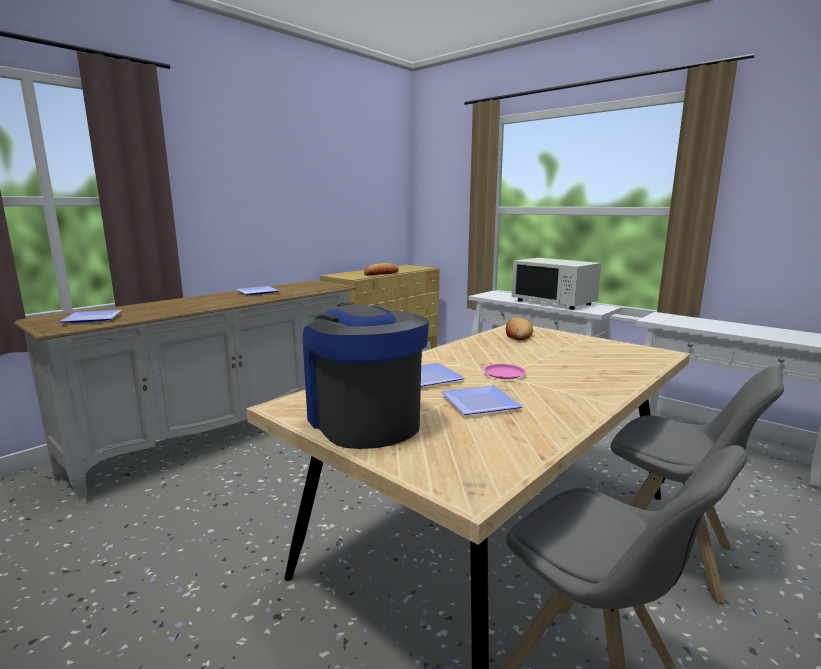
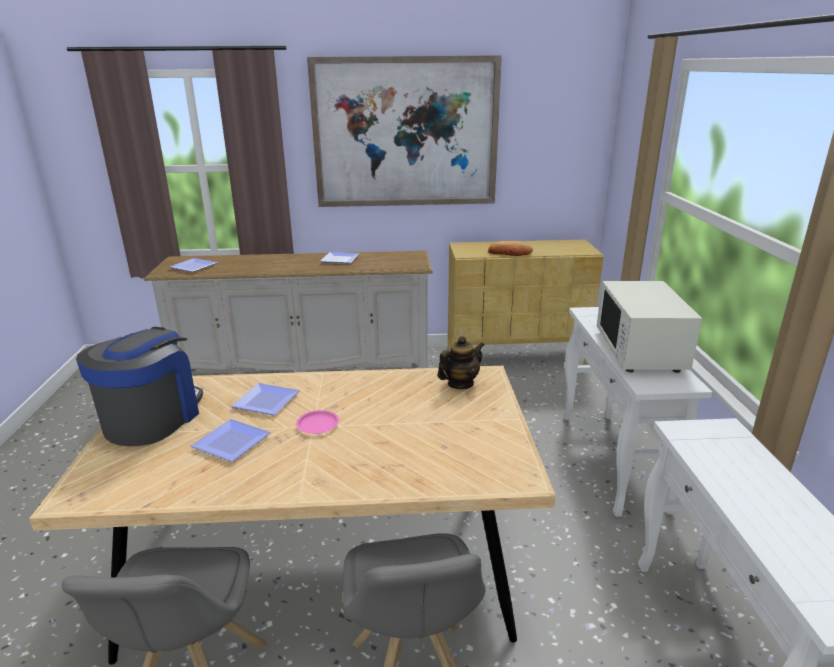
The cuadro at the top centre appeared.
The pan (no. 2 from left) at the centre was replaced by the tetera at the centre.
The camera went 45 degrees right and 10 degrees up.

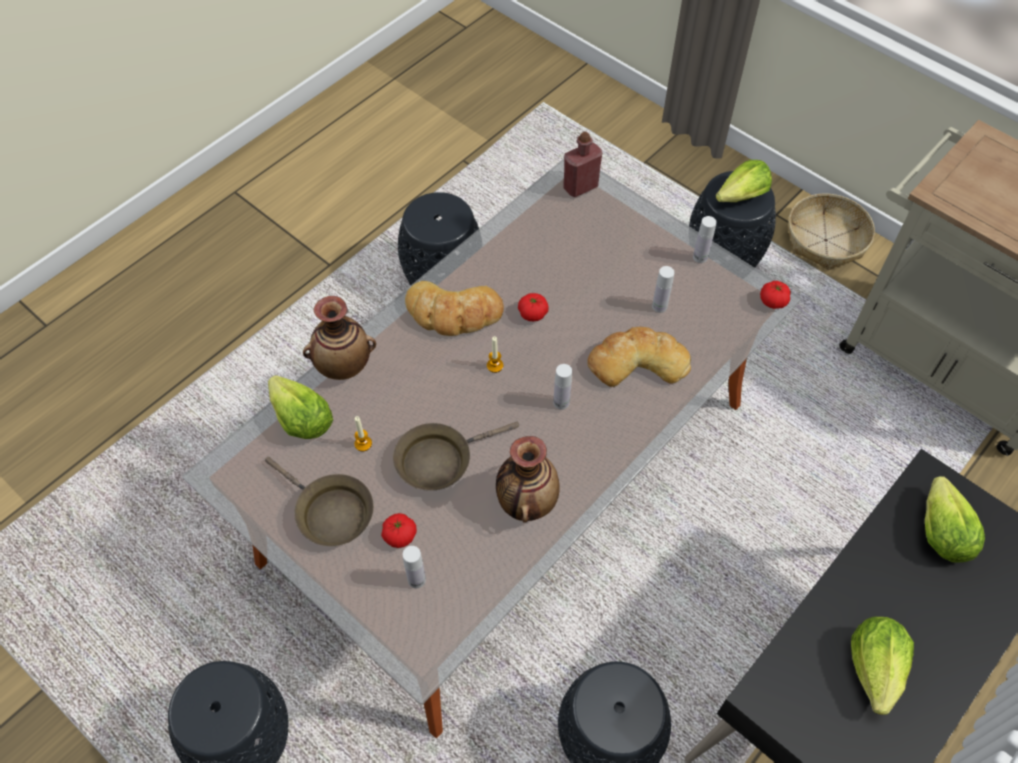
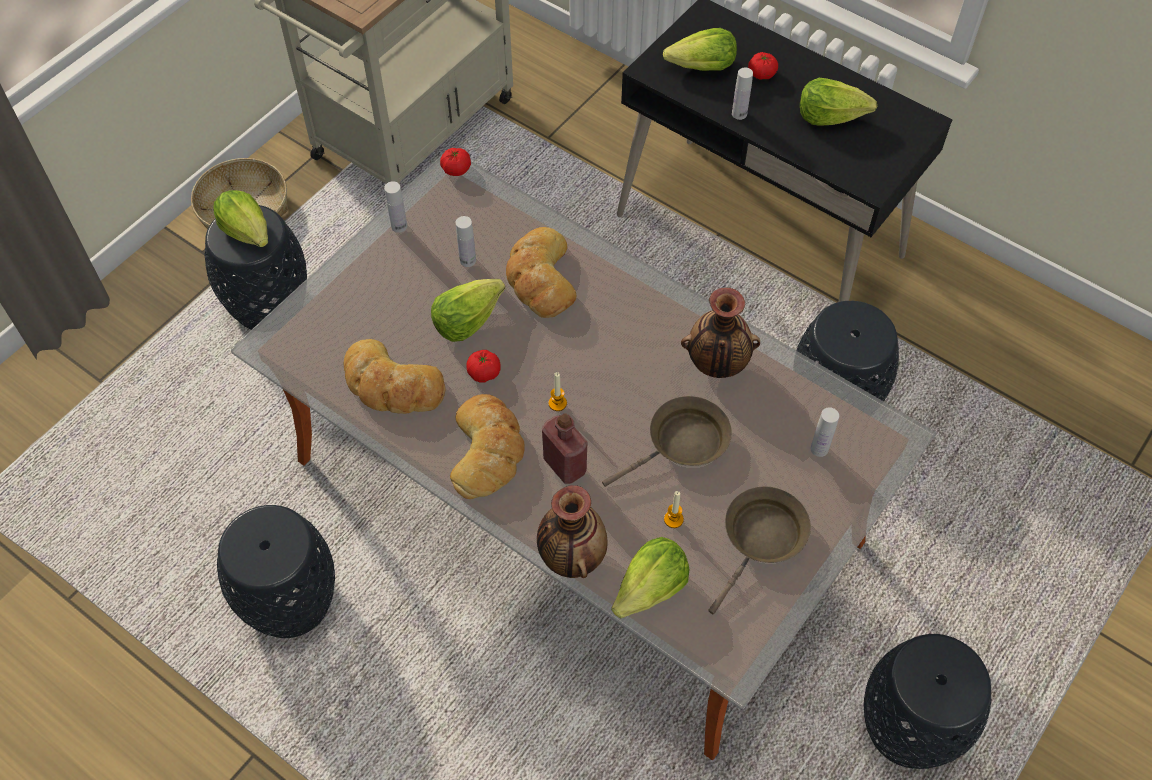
The pan (no. 1 from left) at the centre appeared.
The lechuga (no. 2 from left) at the centre appeared.
The botella [rojo] moved from the top centre to the centre.
The sartén [marrón] (no. 2 from left in the first image) at the centre turned 90 degrees counterclockwise.
The botella [blanco] (no. 2 from left in the first image) moved from the centre to the top centre.
The tomate (no. 1 from left in the first image) moved from the bottom centre to the top centre.
The camera went 95 degrees left and 0 degrees up.

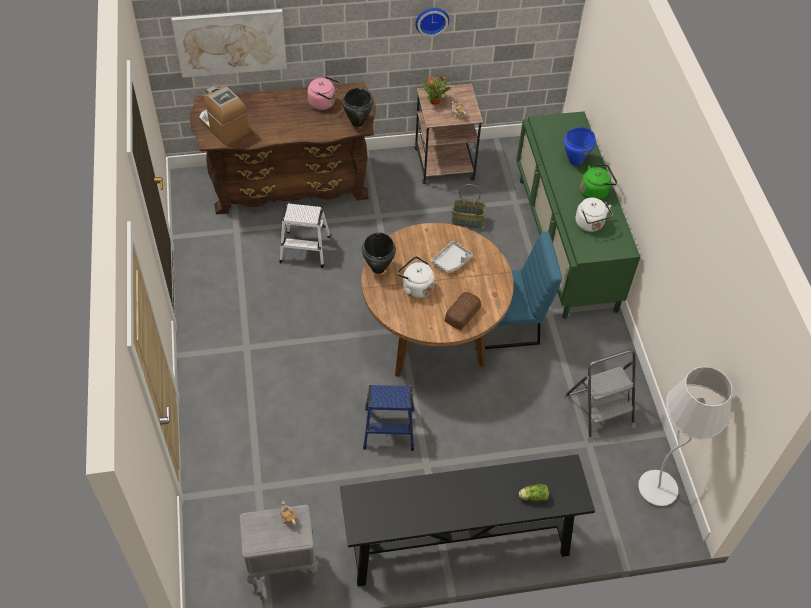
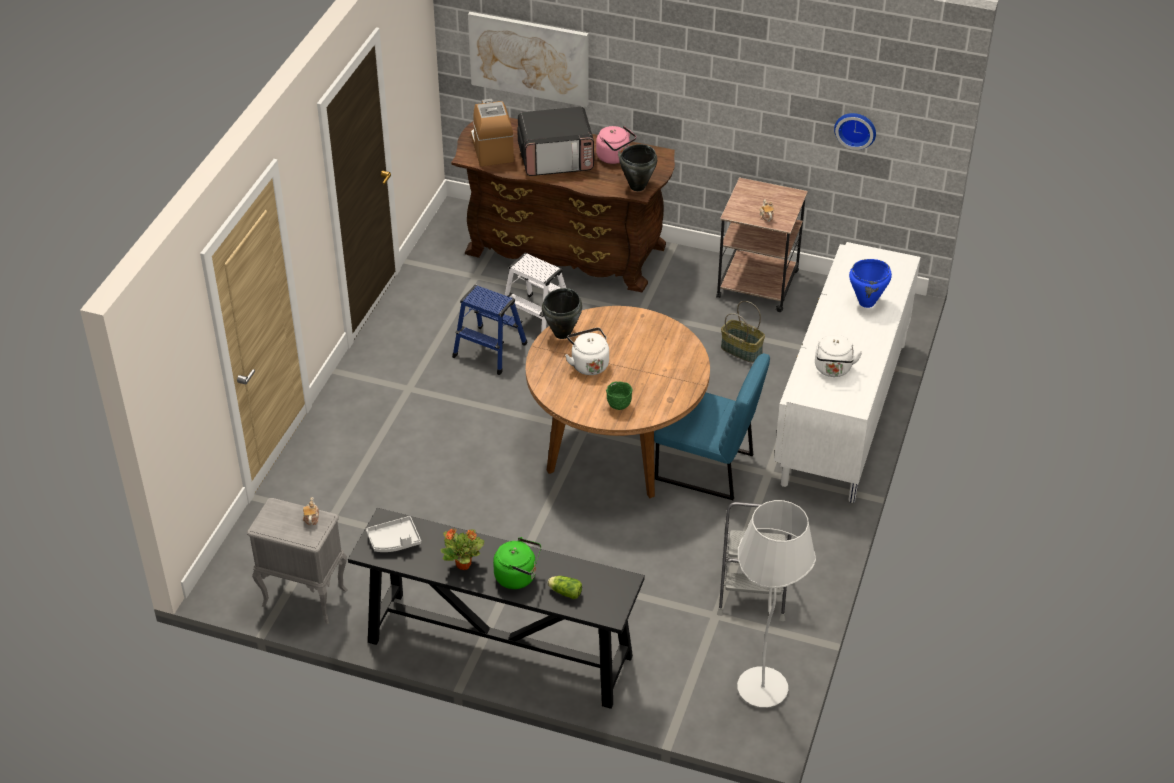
The bandeja [gris] moved from the centre to the bottom centre.
The planta en maceta moved from the top centre to the bottom centre.
The escalera de tijera [azul] moved from the bottom centre to the centre.
The hervidor [verde] moved from the top right to the bottom centre.
The microondas at the top centre appeared.
The pan at the centre was replaced by the cuenco [verde] at the centre.
The armario [verde] at the middle right became the armario [blanco] at the middle right.
The reloj de pared moved from the top centre to the top right.
The camera went 30 degrees right and 10 degrees down.

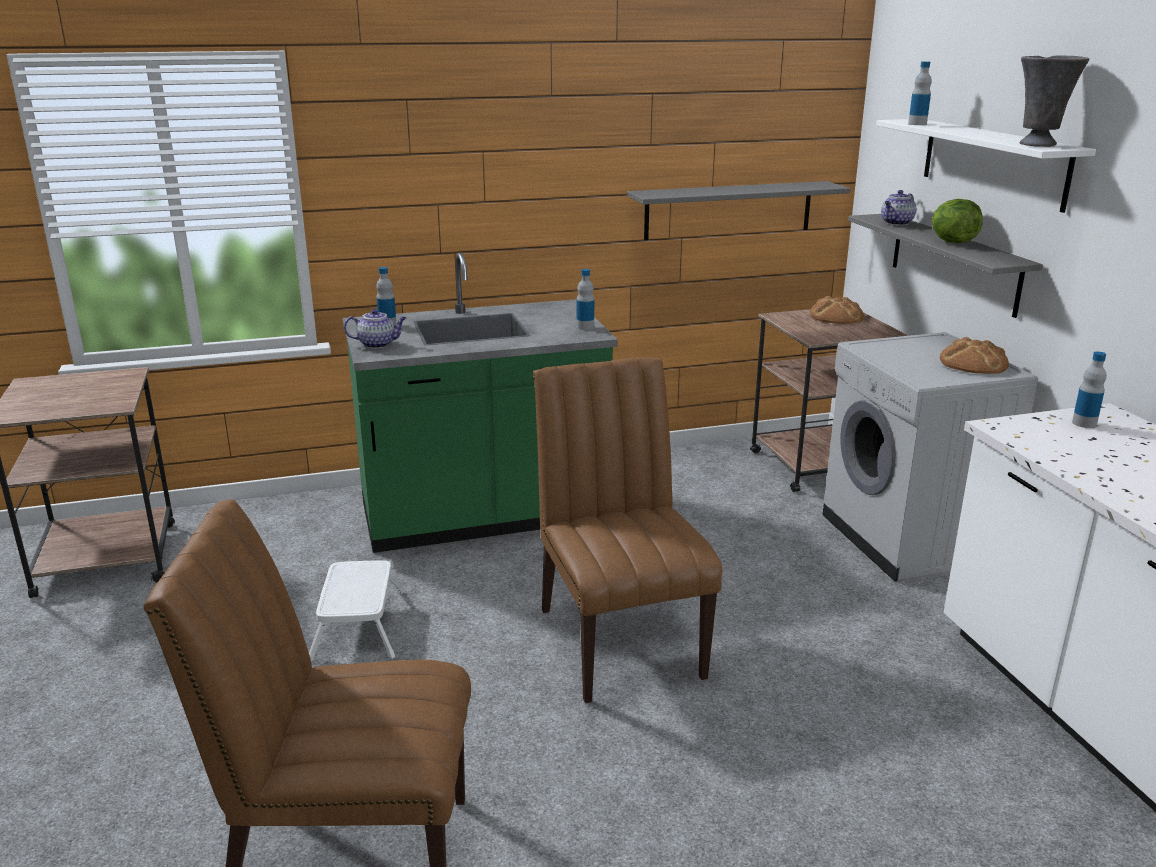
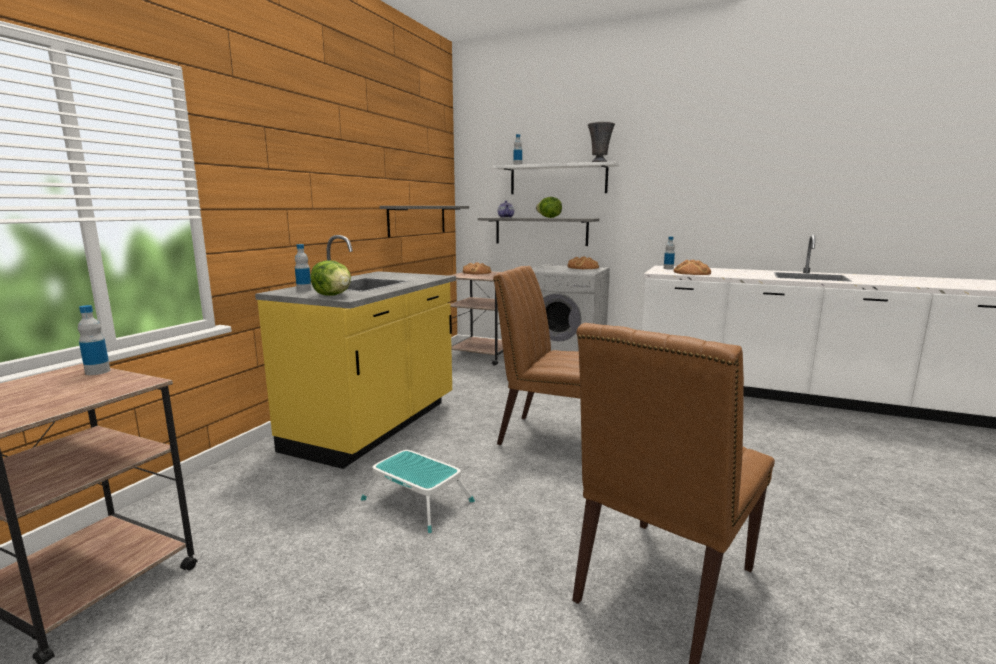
The botella (no. 2 from left in the first image) moved from the centre to the middle left.
The mueble bajo de cocina [verde] at the centre became the mueble bajo de cocina [amarillo] at the centre.
The tetera (no. 1 from left) at the middle left was replaced by the lechuga (no. 1 from left) at the middle left.
The escalera de tijera [blanco] at the bottom left became the escalera de tijera [turquesa] at the bottom centre.
The pan (no. 3 from left) at the middle right appeared.
The camera went 50 degrees left and 10 degrees down.

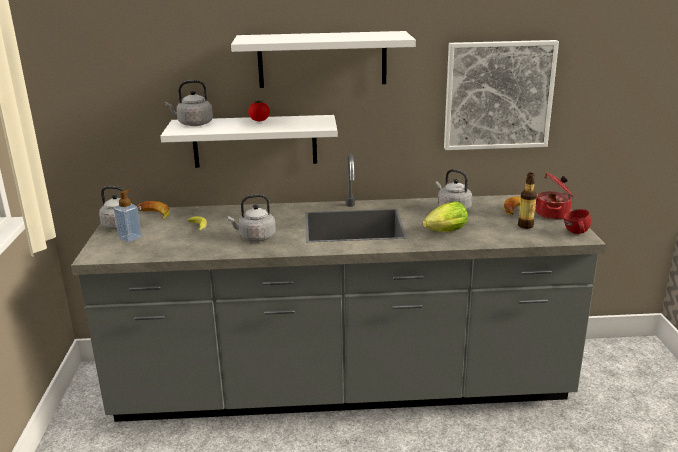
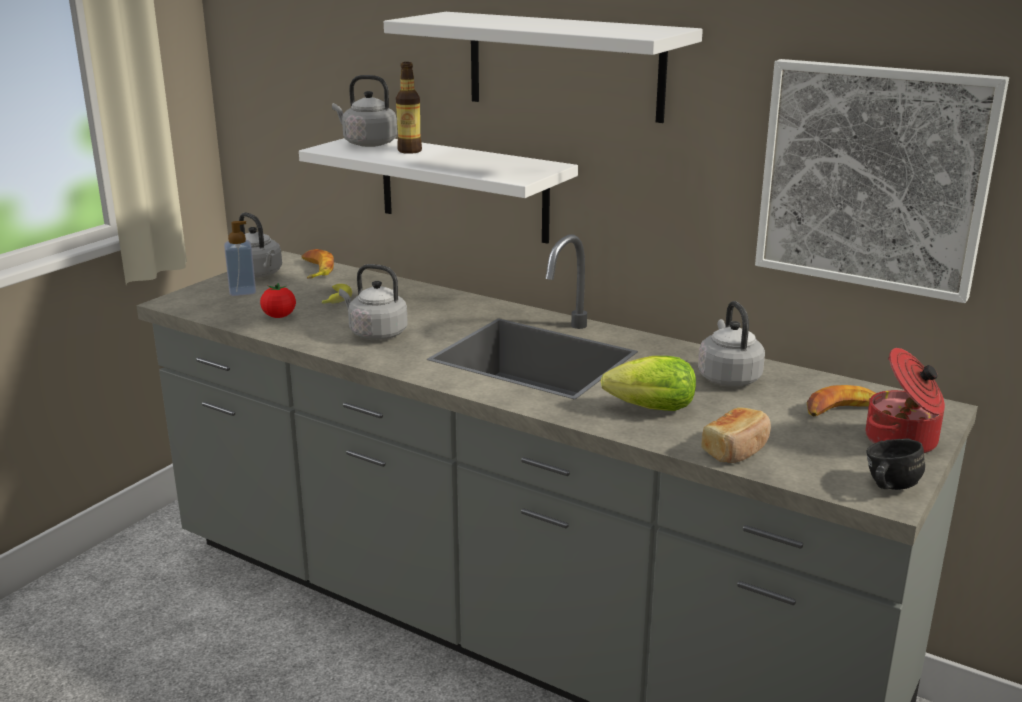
The tomate moved from the top centre to the middle left.
The botella moved from the middle right to the top centre.
The pan at the middle right appeared.
The taza grande [rojo] at the middle right became the taza grande [negro] at the middle right.
The camera went 35 degrees right and 0 degrees up.

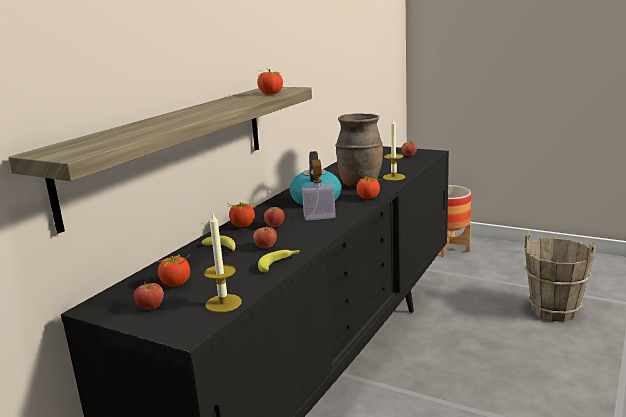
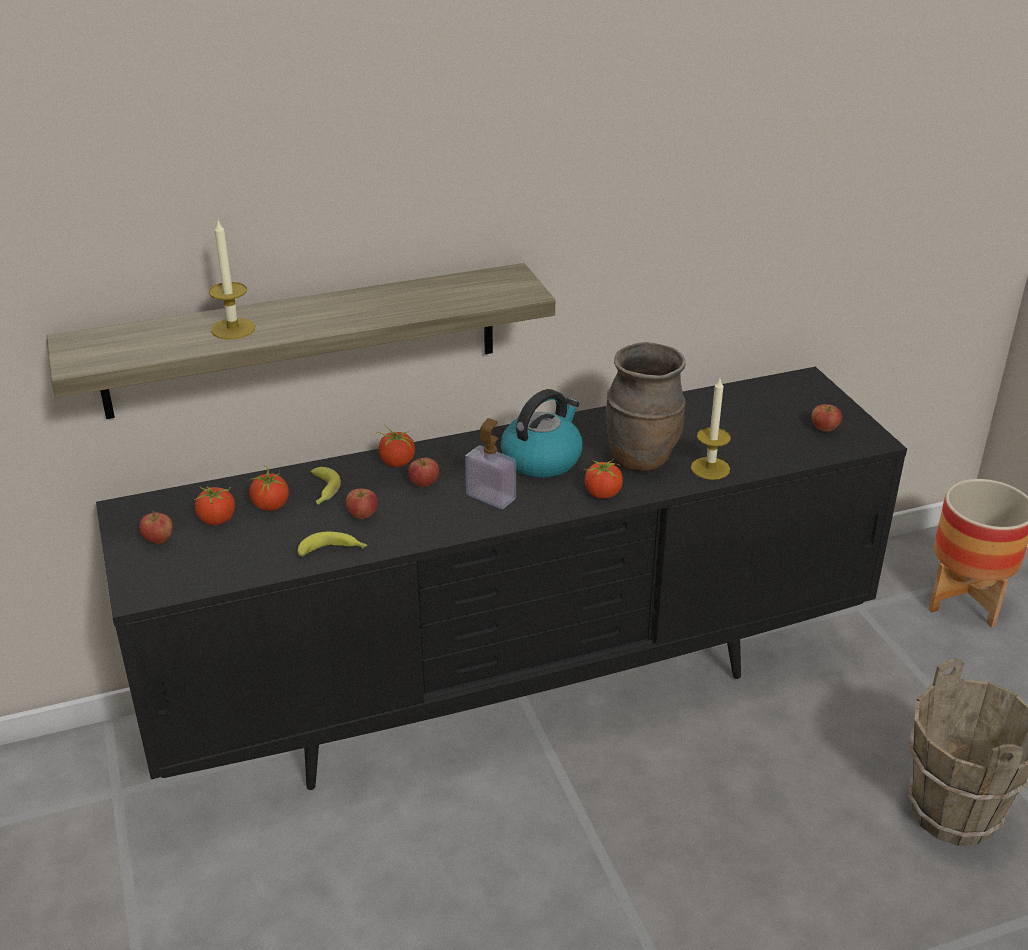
The vela (no. 1 from left) moved from the centre to the top left.
The tomate (no. 3 from left in the first image) moved from the top centre to the middle left.
The camera went 40 degrees right and 15 degrees up.

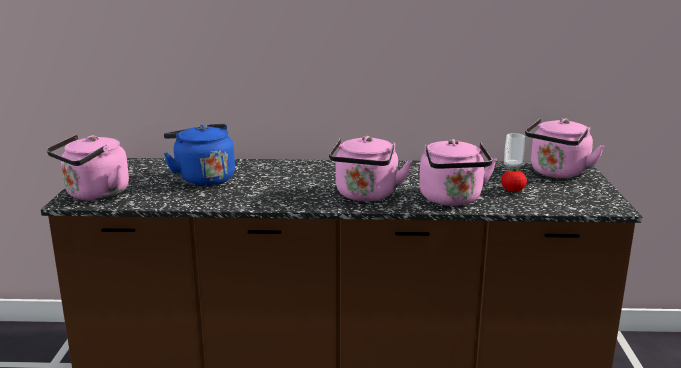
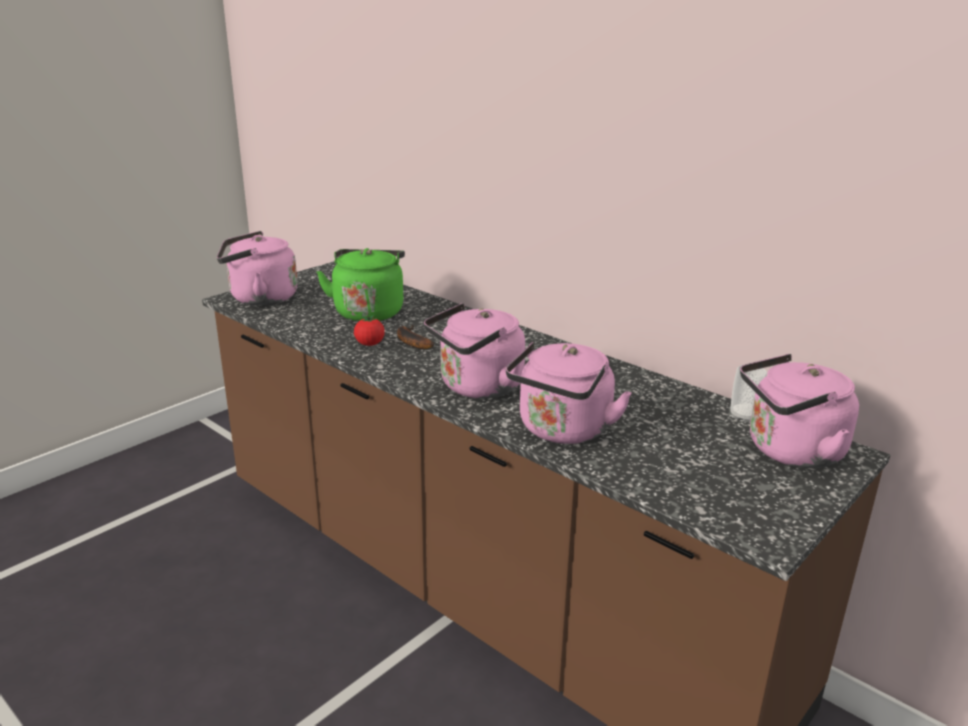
The hervidor [azul] at the middle left became the hervidor [verde] at the centre.
The tomate moved from the middle right to the centre.
The plátano at the centre appeared.
The camera went 40 degrees right and 5 degrees up.

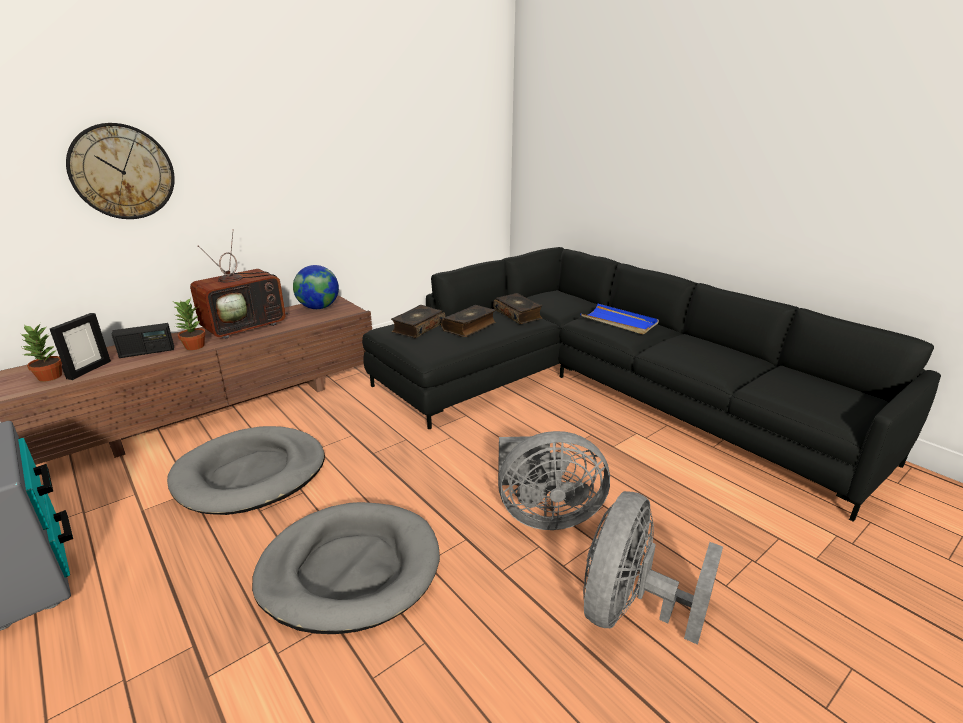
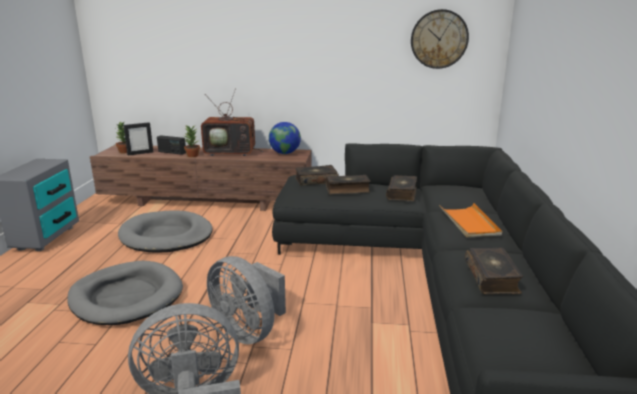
The reloj de pared moved from the top left to the top right.
The bandeja [azul] at the centre became the bandeja [naranja] at the middle right.
The libro (no. 4 from left) at the bottom right appeared.
The camera went 45 degrees right and 5 degrees down.

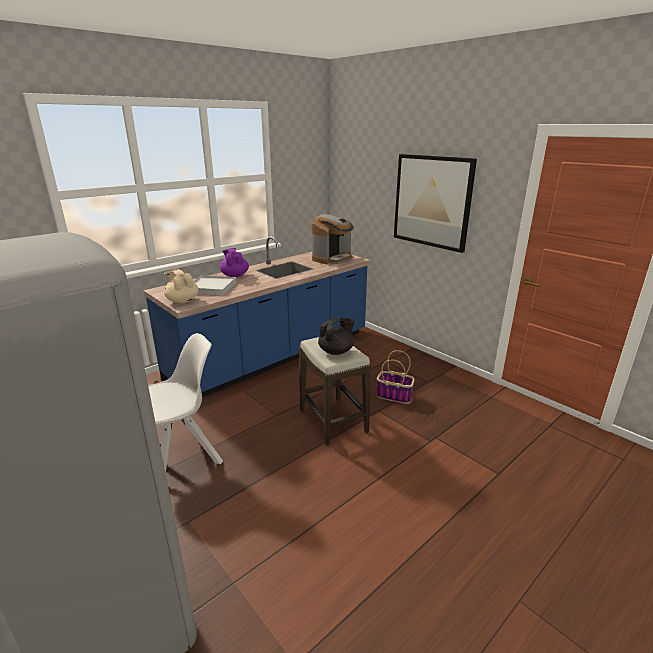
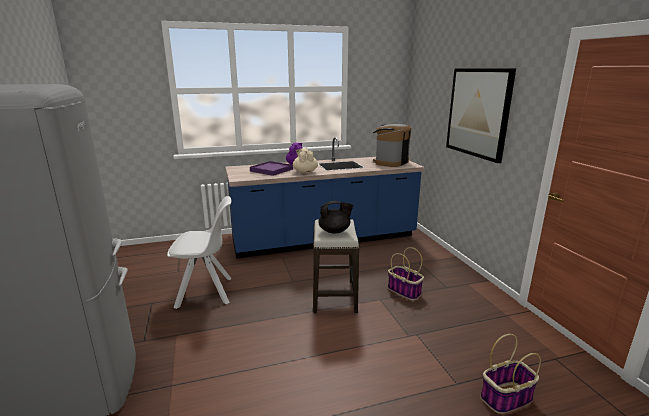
The bandeja [blanco] at the middle left became the bandeja [morado] at the centre.
The tetera [beis] moved from the middle left to the centre.
The cafetera at the centre turned 150 degrees clockwise.
The cesta (no. 2 from left) at the bottom right appeared.
The camera went 25 degrees right and 5 degrees down.

